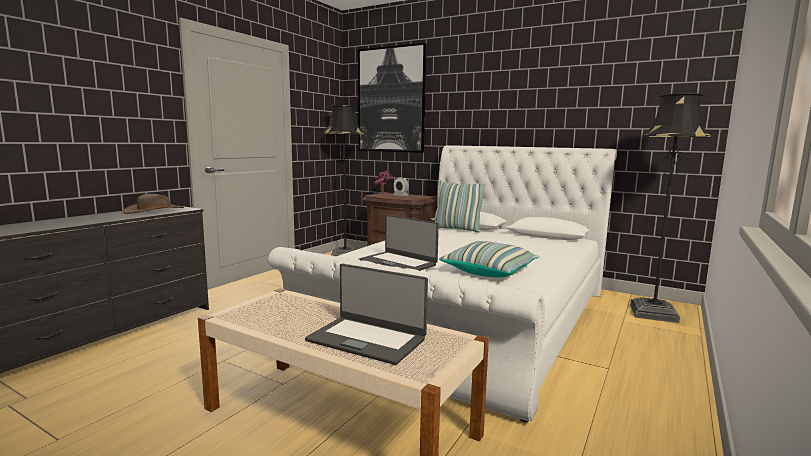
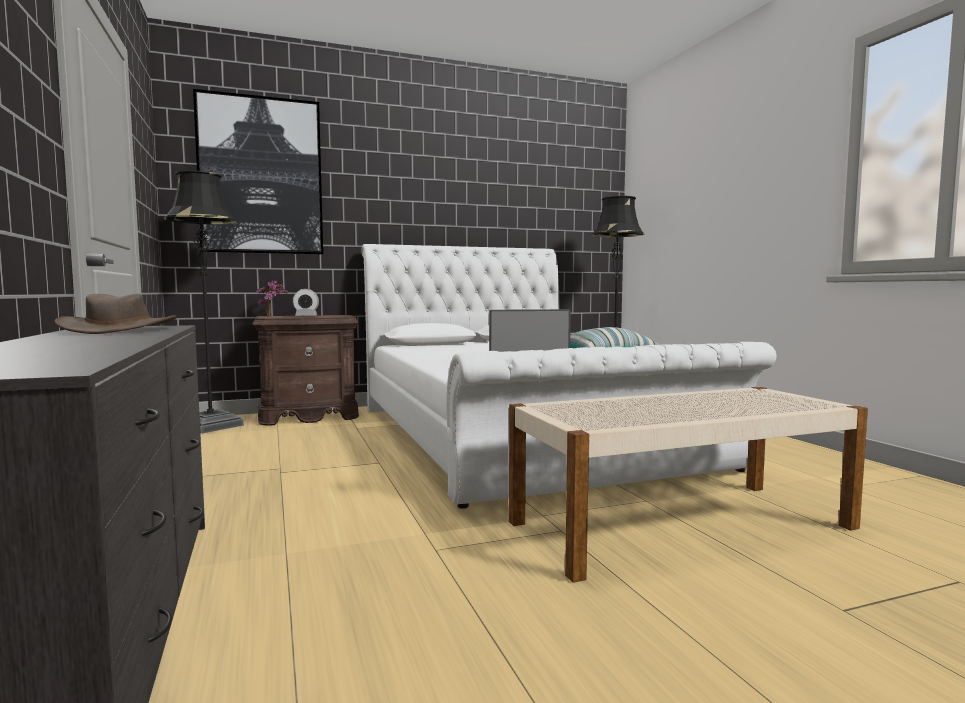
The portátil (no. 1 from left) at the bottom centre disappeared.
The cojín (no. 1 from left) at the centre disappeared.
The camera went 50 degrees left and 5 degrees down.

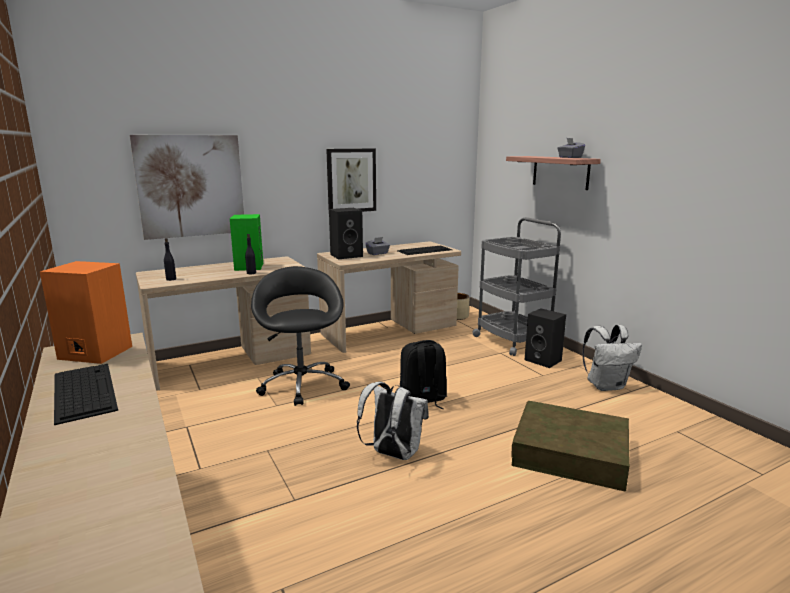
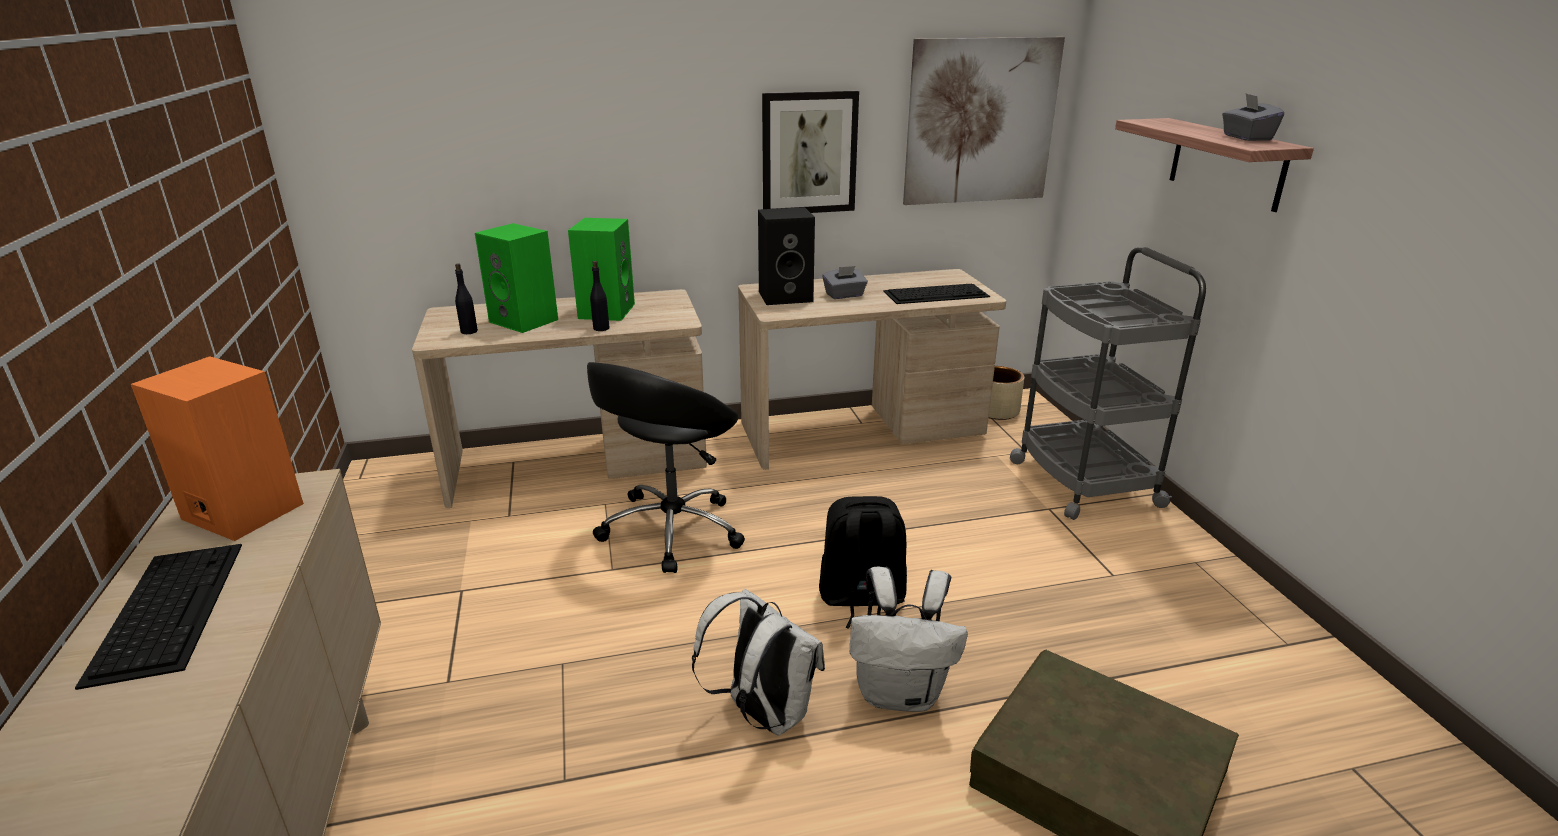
The altavoz [verde] (no. 1 from left) at the top left appeared.
The silla de oficina [negro] at the centre turned 150 degrees counterclockwise.
The mochila [blanco] (no. 2 from left) moved from the middle right to the bottom centre.
The cuadro (no. 1 from left in the first image) moved from the top left to the top centre.
The altavoz [negro] (no. 2 from left) at the middle right disappeared.
The camera went 15 degrees right and 10 degrees up.

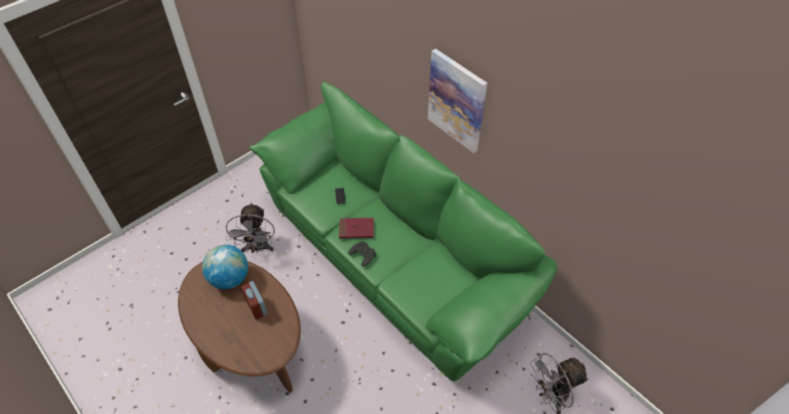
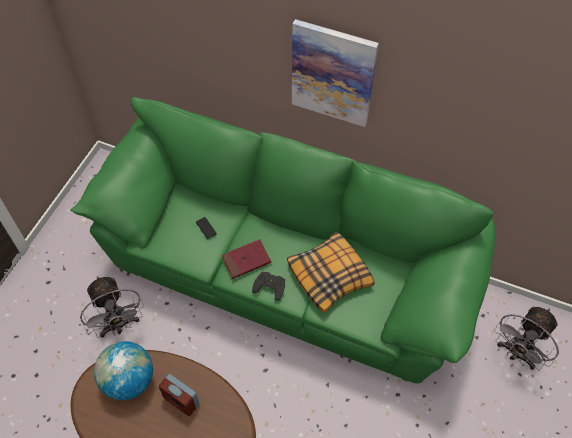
The cojín at the centre appeared.
The camera went 25 degrees left and 5 degrees up.

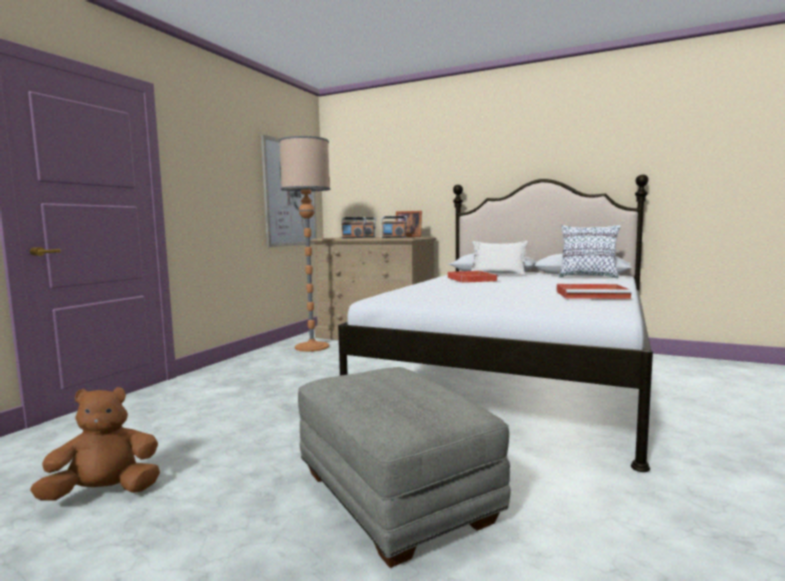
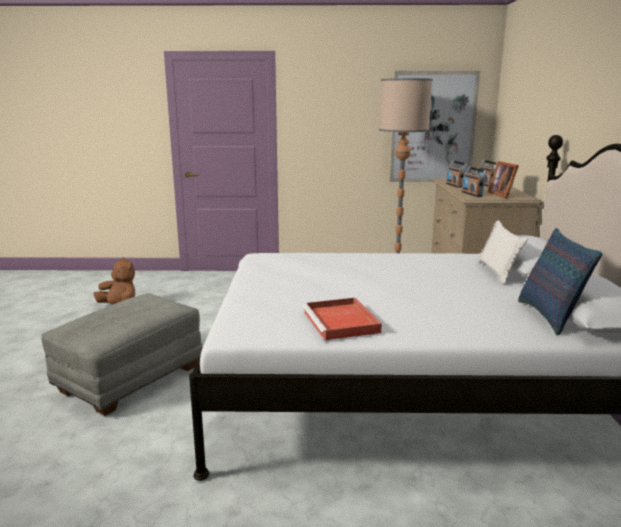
The cojín [blanco] (no. 2 from left) at the middle right became the cojín [azul] at the middle right.
The bandeja [rojo] (no. 1 from left) at the centre disappeared.
The camera went 65 degrees right and 10 degrees up.

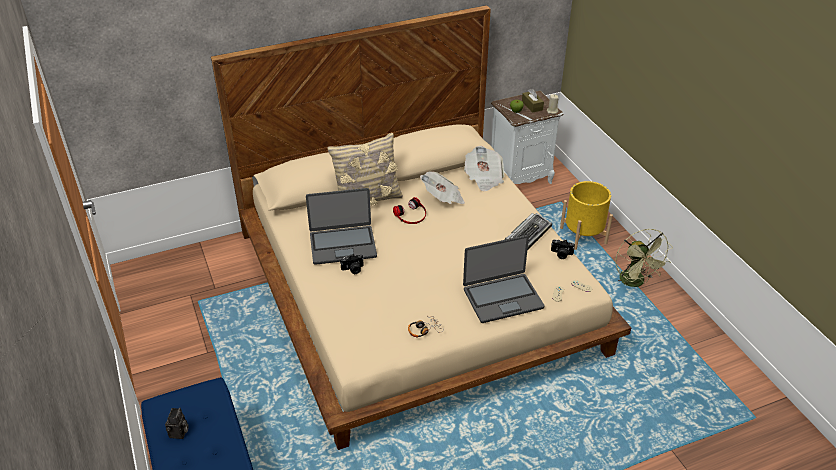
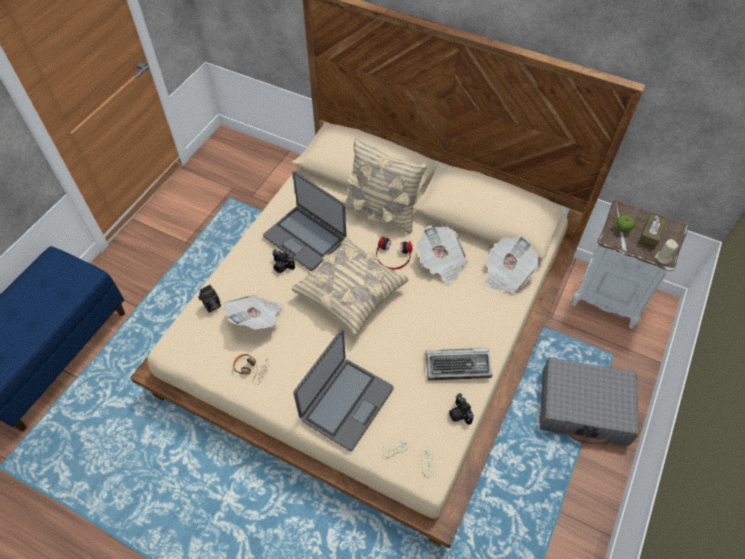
The cámara (no. 1 from left) moved from the bottom left to the middle left.
The periódico (no. 1 from left) at the centre appeared.
The cojín [beis] (no. 1 from left) at the centre appeared.
The portátil (no. 2 from left) at the centre turned 90 degrees counterclockwise.
The maceta [amarillo] at the middle right was replaced by the maleta [gris] at the bottom right.
The ventilador [verde] at the middle right disappeared.
The camera went 50 degrees right and 15 degrees up.

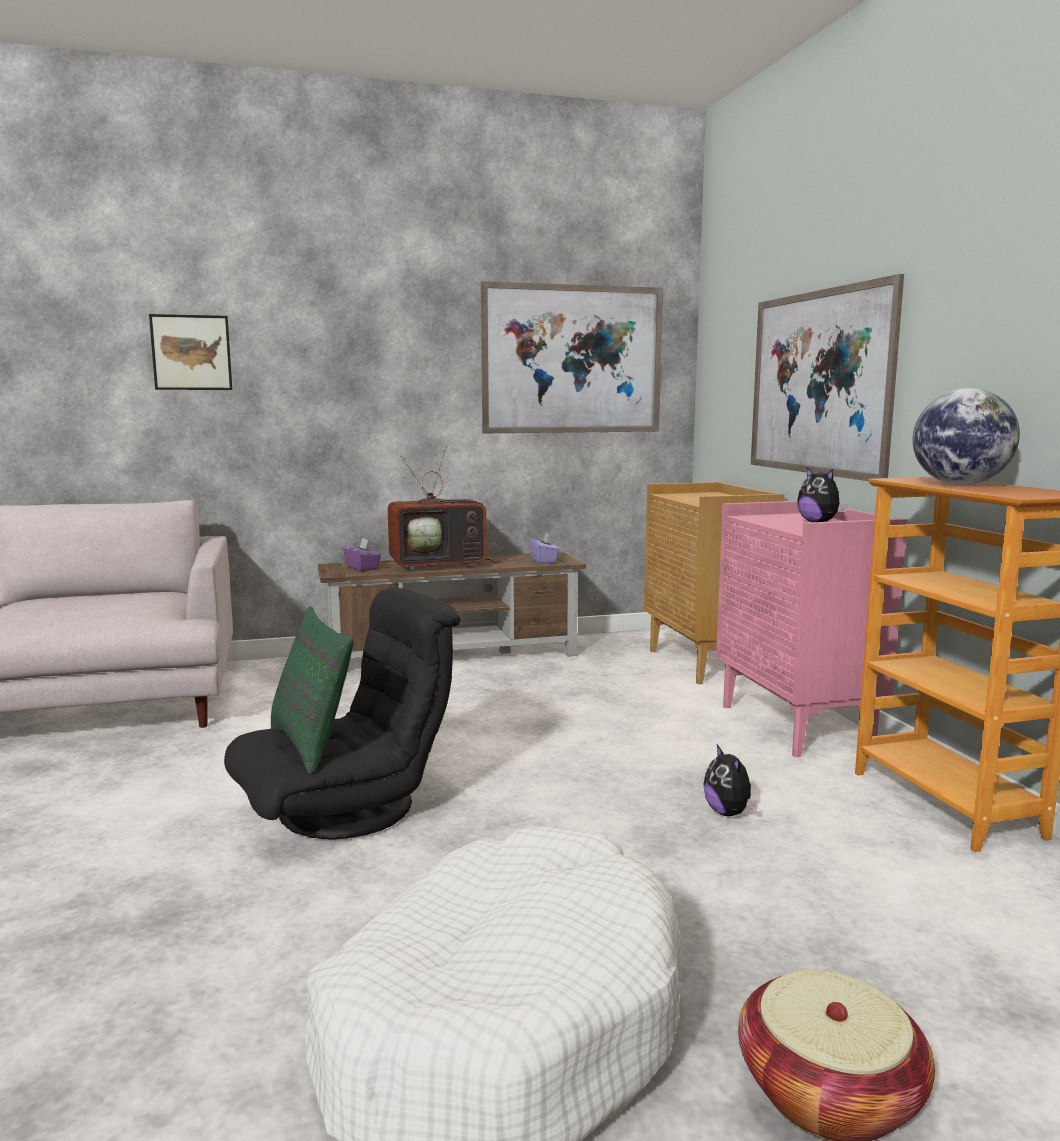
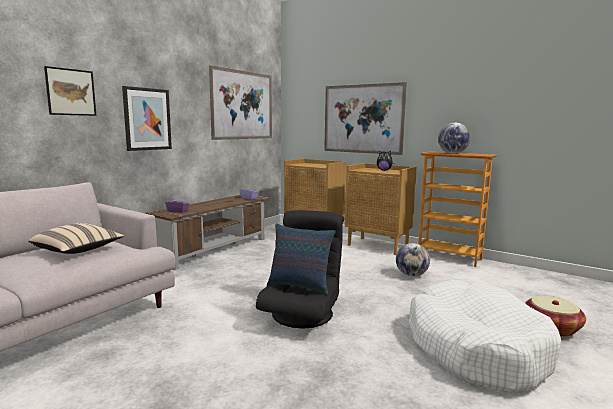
The cojín [beis] at the middle left appeared.
The cuadro (no. 2 from left) at the top left appeared.
The cojín [verde] at the middle left became the cojín [azul] at the centre.
The armario [rosa] at the middle right became the armario [marrón] (no. 2 from left) at the centre.
The peluche (no. 1 from left) at the bottom right was replaced by the globo terráqueo (no. 1 from left) at the middle right.
The televisor at the centre disappeared.
The camera went 40 degrees left and 0 degrees up.

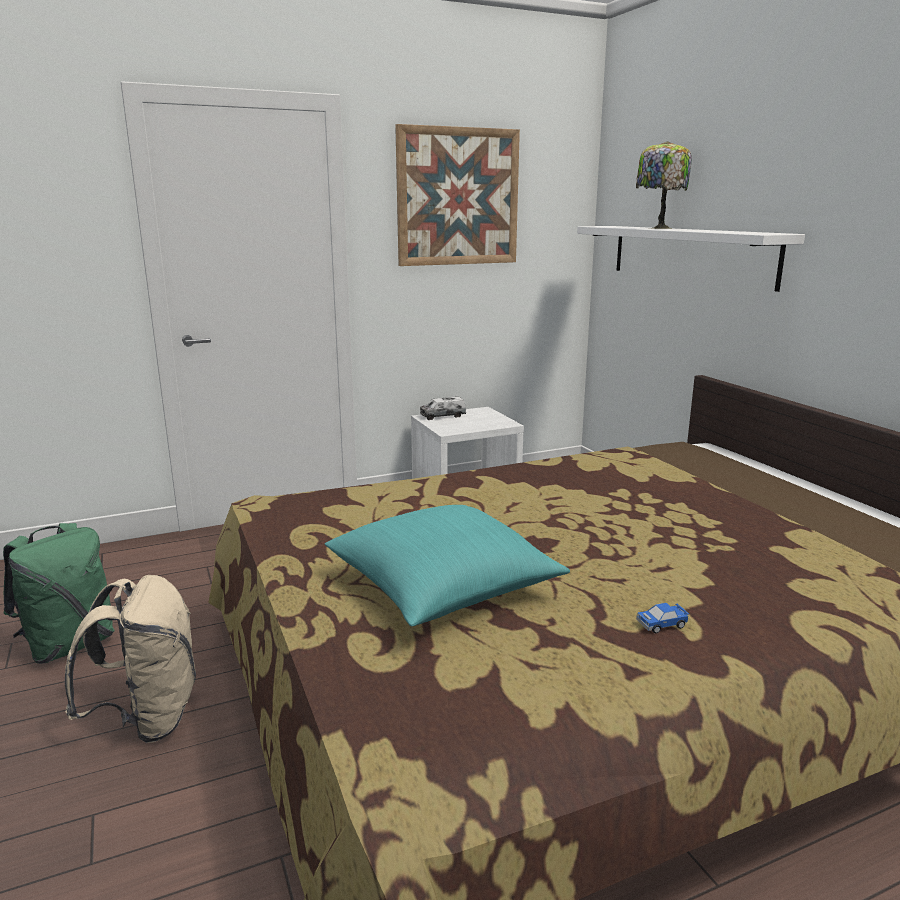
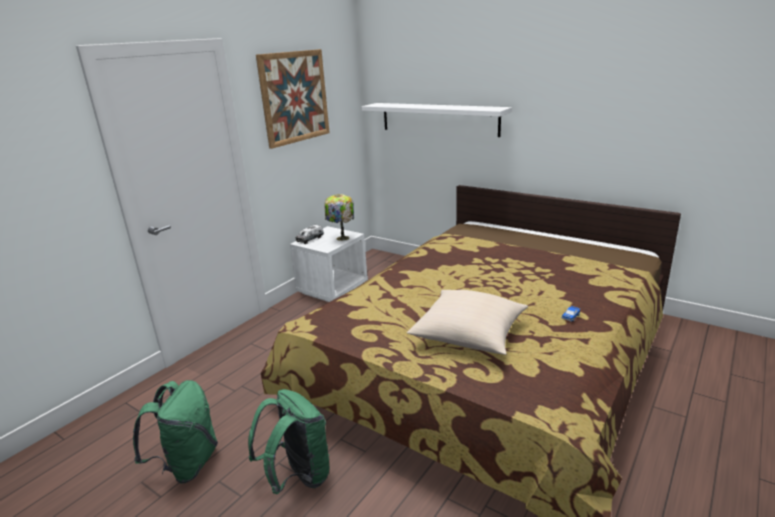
The mochila [beis] at the bottom left became the mochila [verde] (no. 2 from left) at the bottom centre.
The lámpara de mesa moved from the top right to the centre.
The cojín [turquesa] at the centre became the cojín [beis] at the centre.
The camera went 30 degrees left and 5 degrees up.

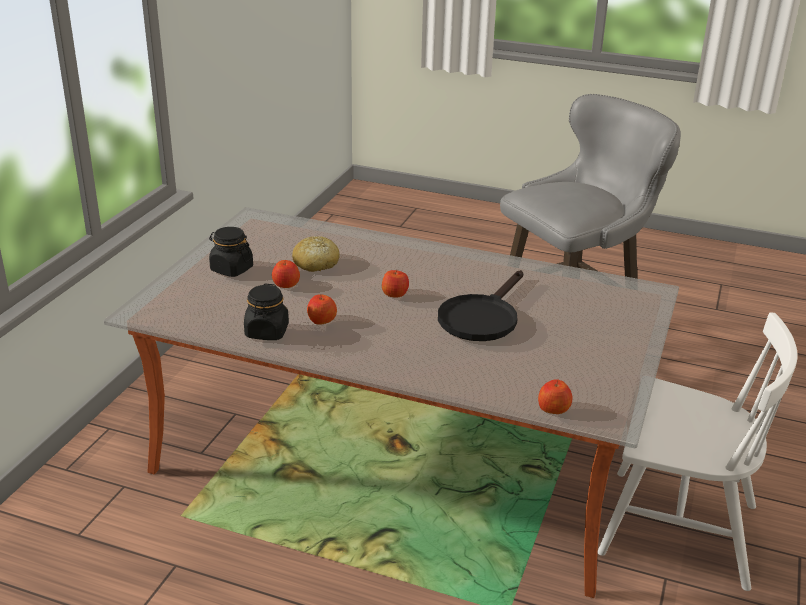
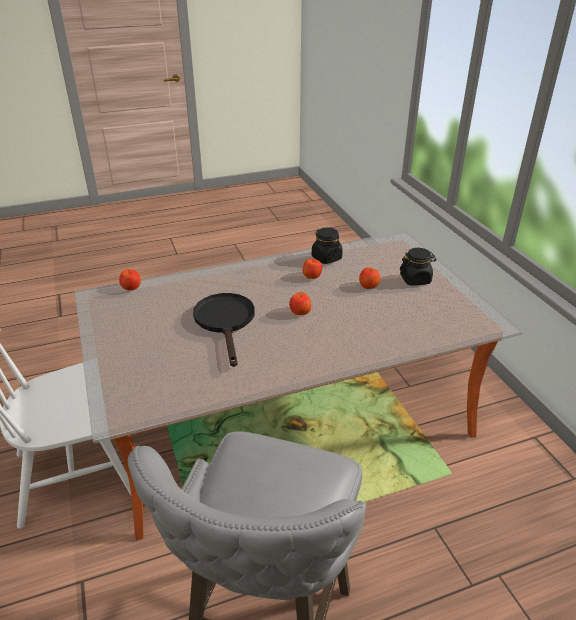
The pan at the centre disappeared.
The camera went 140 degrees right and 5 degrees up.

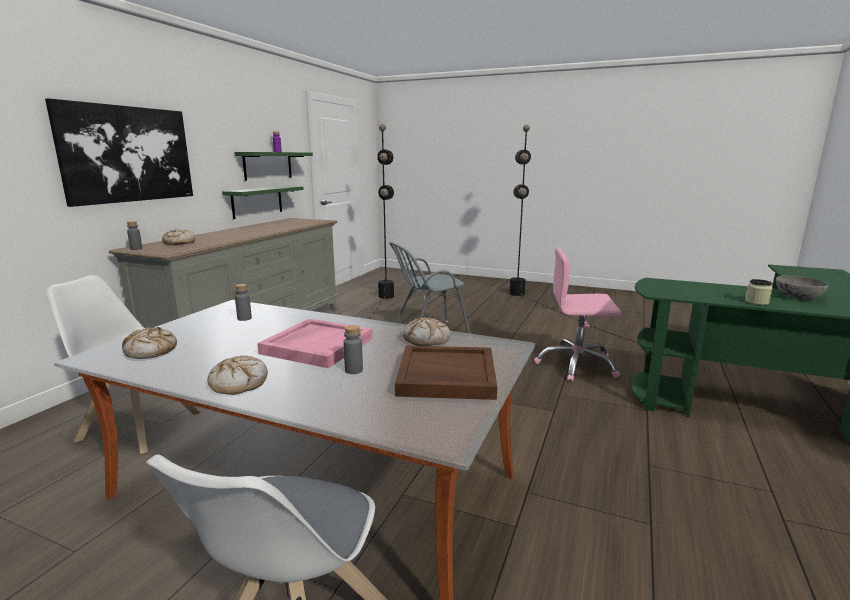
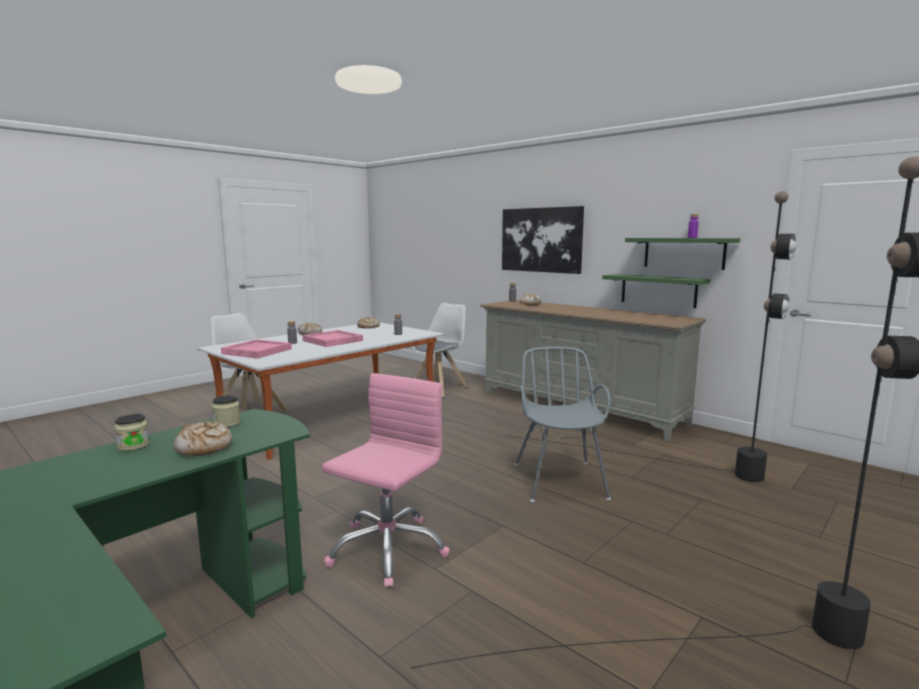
The pan (no. 4 from left in the first image) moved from the centre to the middle left.
The tarro (no. 2 from left) at the middle left appeared.
The bandeja [marrón] at the centre became the bandeja [rosa] (no. 1 from left) at the middle left.
The cuenco [gris] at the middle right disappeared.
The camera went 110 degrees right and 5 degrees down.

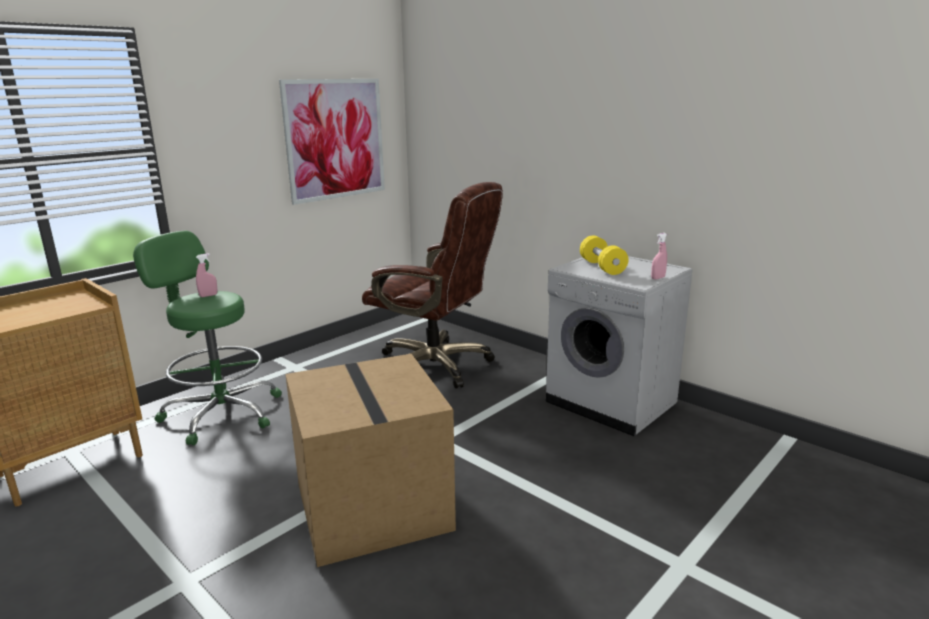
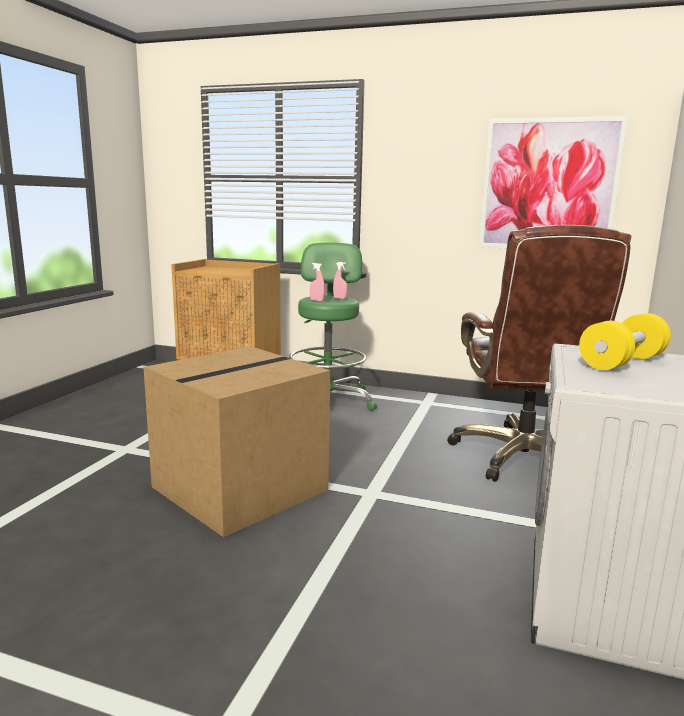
The pulverizador [rosa] (no. 2 from left in the first image) moved from the middle right to the centre.
The camera went 65 degrees right and 5 degrees down.

